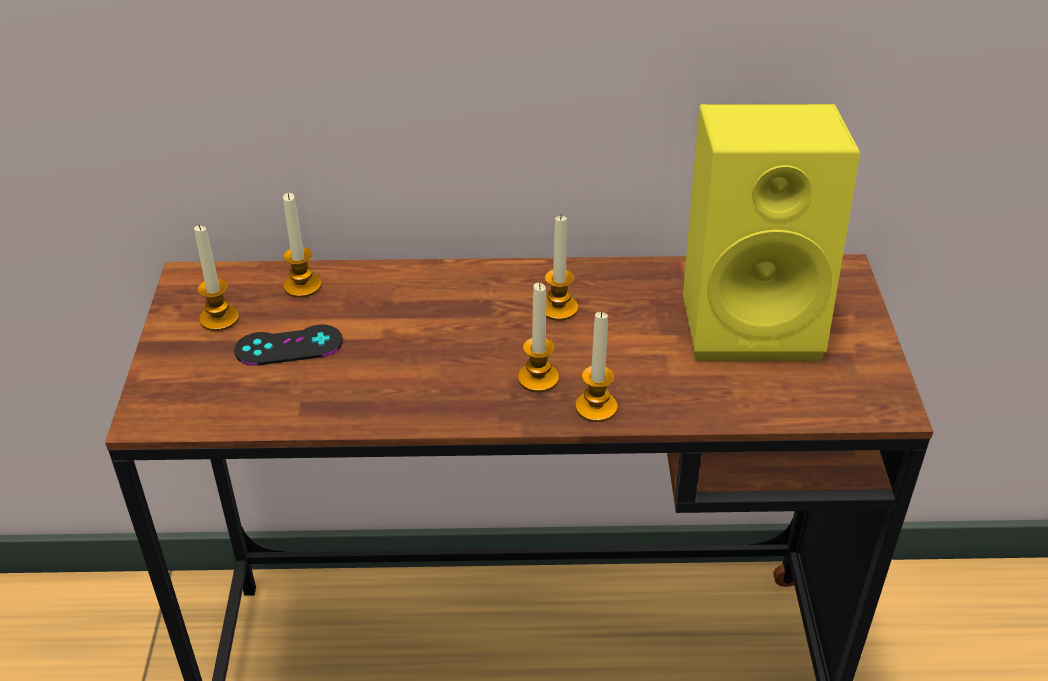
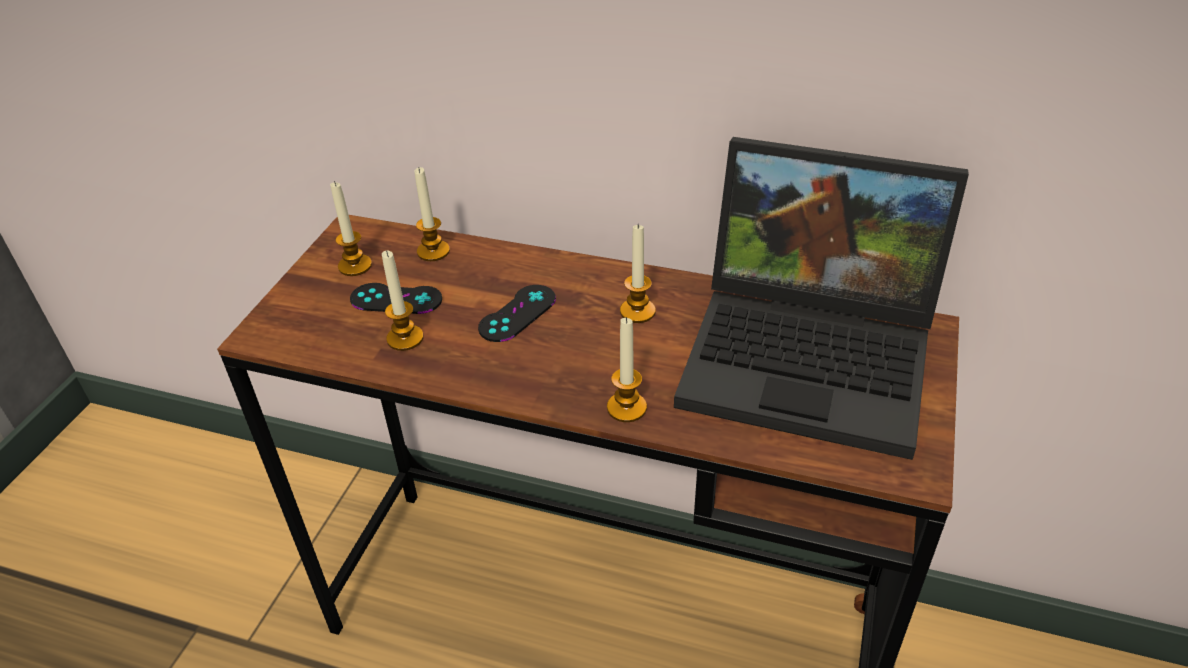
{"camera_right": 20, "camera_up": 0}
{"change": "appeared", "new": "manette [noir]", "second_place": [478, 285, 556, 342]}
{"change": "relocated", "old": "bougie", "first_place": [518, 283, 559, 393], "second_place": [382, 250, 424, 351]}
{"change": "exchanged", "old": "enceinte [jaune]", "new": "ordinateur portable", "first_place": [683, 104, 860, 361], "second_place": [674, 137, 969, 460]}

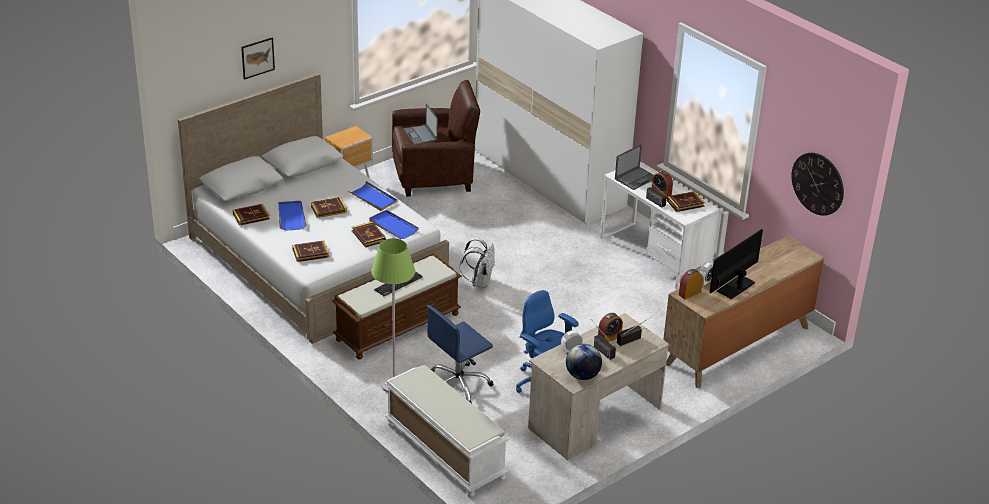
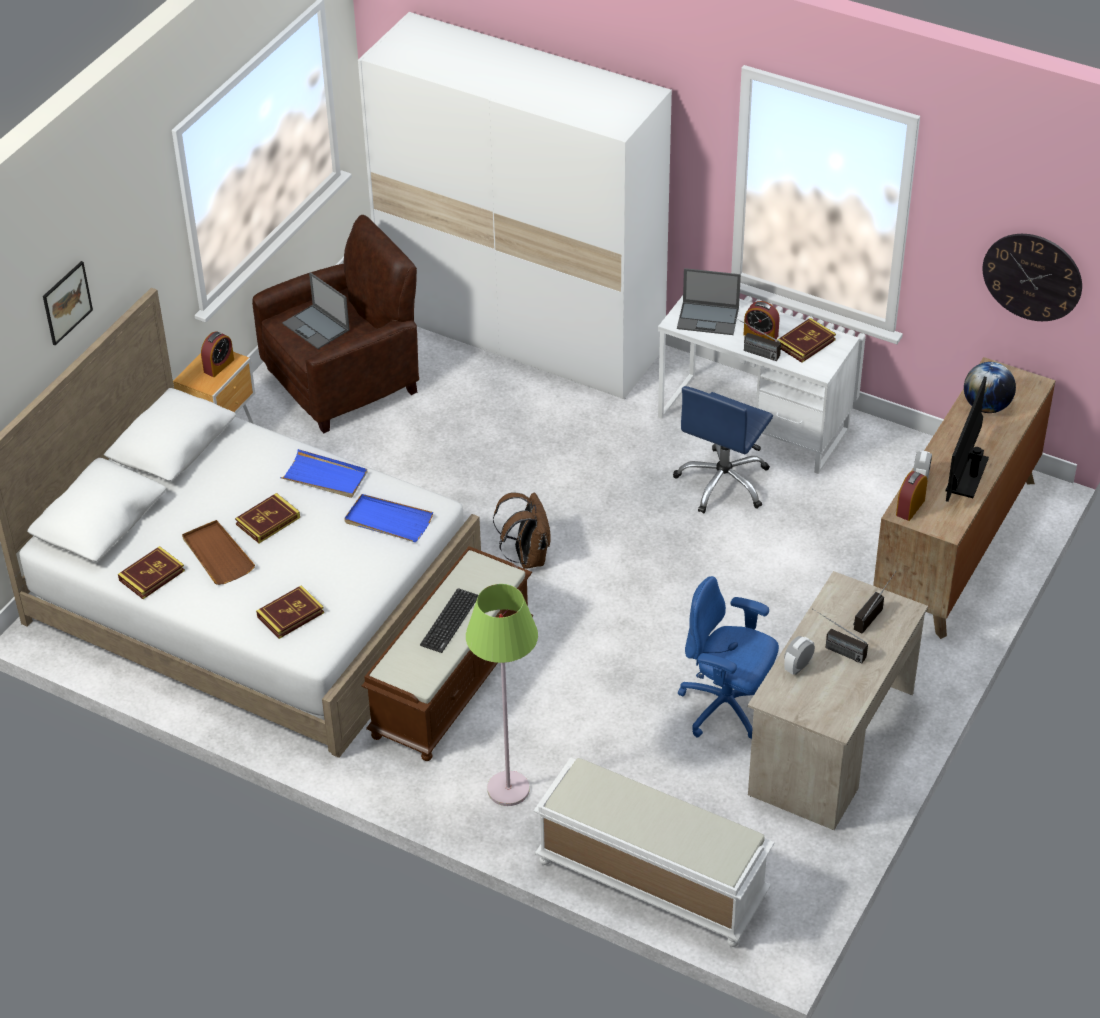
{"camera_right": -20, "camera_up": 10}
{"change": "missing", "old": "livre", "first_place": [352, 222, 386, 248]}
{"change": "relocated", "old": "chaise de bureau [bleu]", "first_place": [427, 305, 493, 403], "second_place": [673, 386, 773, 514]}
{"change": "relocated", "old": "globe", "first_place": [566, 344, 602, 380], "second_place": [964, 362, 1016, 413]}
{"change": "relocated", "old": "réveil", "first_place": [598, 313, 623, 342], "second_place": [201, 332, 234, 377]}
{"change": "colour", "old": "plateau [bleu]", "new": "plateau [marron]", "first_place": [279, 201, 307, 230], "second_place": [182, 520, 255, 585]}
{"change": "colour", "old": "sac à dos [blanc]", "new": "sac à dos [marron]", "first_place": [460, 238, 495, 288], "second_place": [493, 493, 551, 569]}
{"change": "spun", "old": "ordinateur portable", "first_place": [615, 145, 654, 190], "second_place": [677, 268, 741, 335], "degrees": 75}

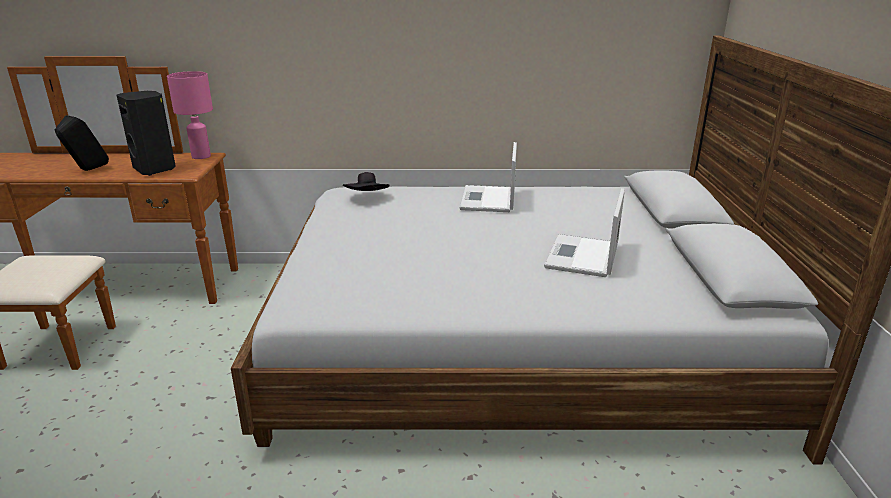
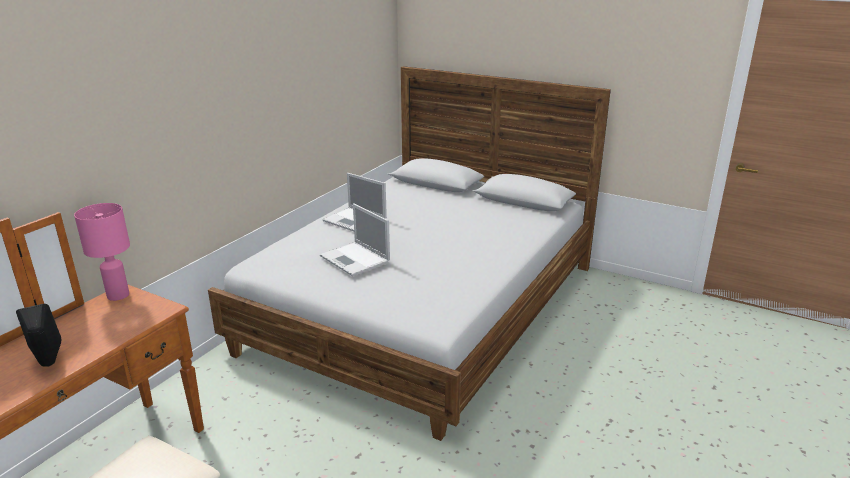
{"camera_right": -60, "camera_up": 0}
{"change": "missing", "old": "enceinte [noir]", "first_place": [117, 91, 176, 176]}
{"change": "missing", "old": "chapeau [noir]", "first_place": [343, 172, 390, 191]}
{"change": "relocated", "old": "ordinateur portable", "first_place": [544, 188, 625, 277], "second_place": [320, 204, 390, 276]}

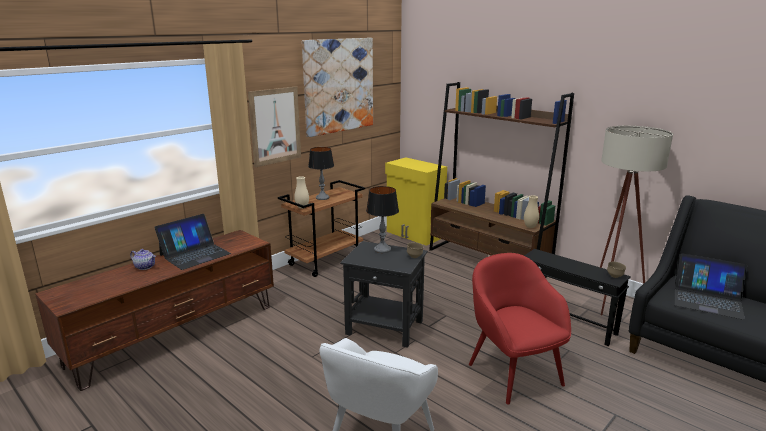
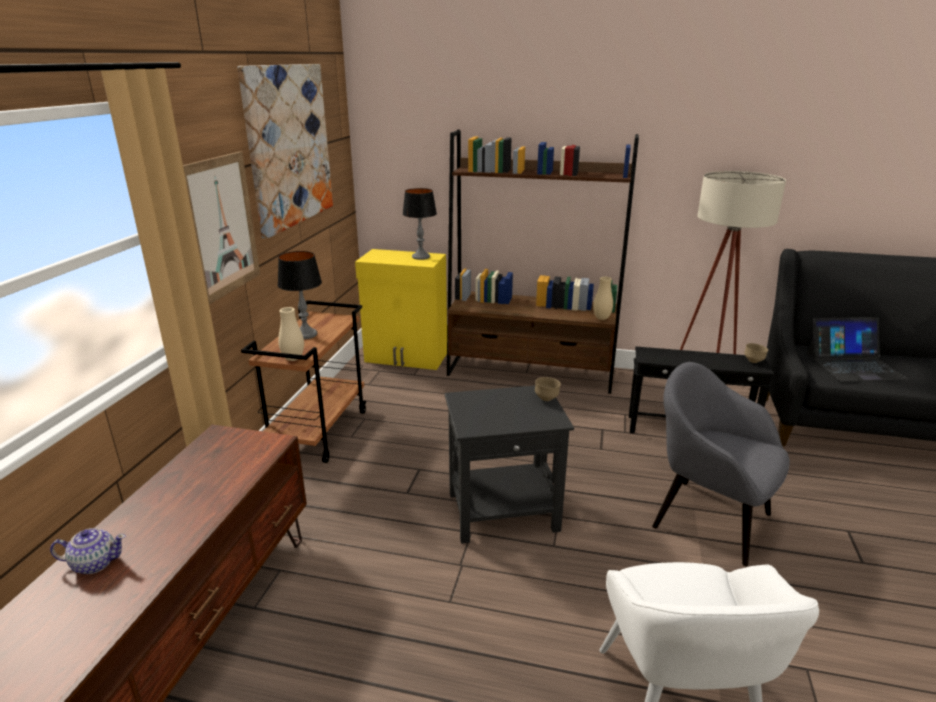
{"camera_right": -30, "camera_up": 5}
{"change": "missing", "old": "ordinateur portable", "first_place": [154, 214, 231, 270]}
{"change": "relocated", "old": "lampe de table", "first_place": [366, 186, 399, 253], "second_place": [402, 188, 437, 260]}
{"change": "colour", "old": "fauteuil [rouge]", "new": "fauteuil [gris]", "first_place": [469, 253, 571, 405], "second_place": [652, 362, 790, 566]}

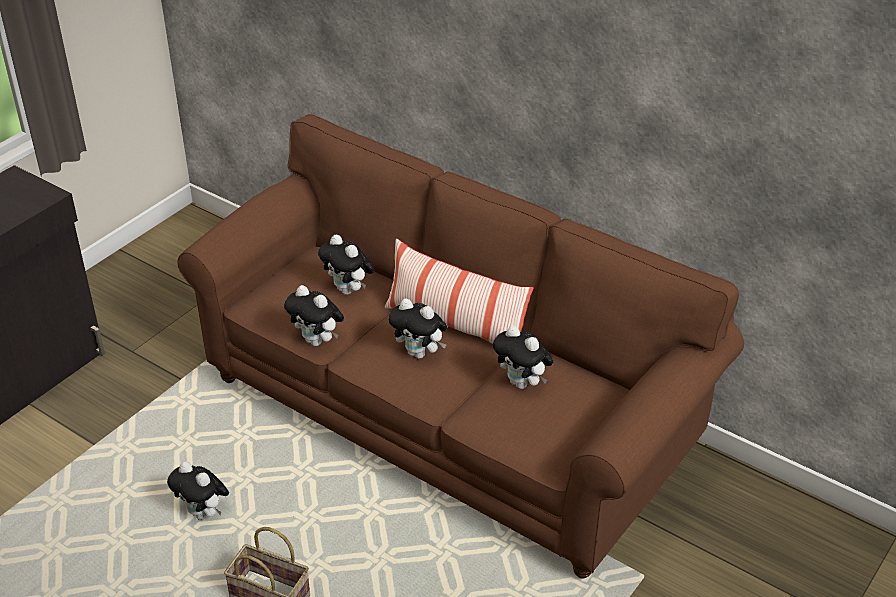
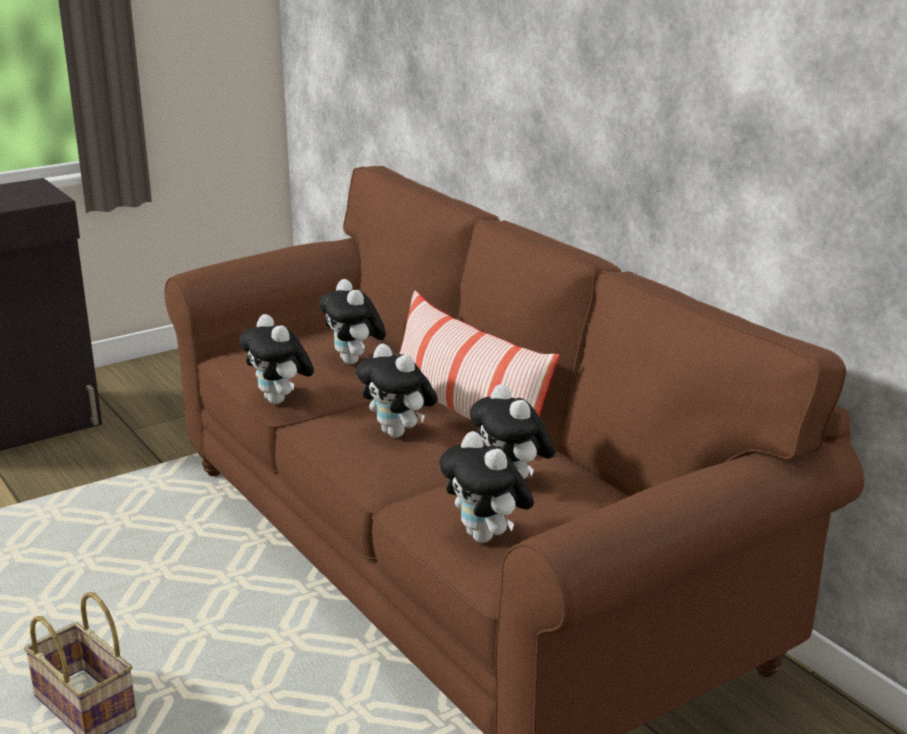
{"camera_right": 20, "camera_up": -15}
{"change": "relocated", "old": "peluche", "first_place": [167, 461, 229, 520], "second_place": [439, 431, 534, 543]}

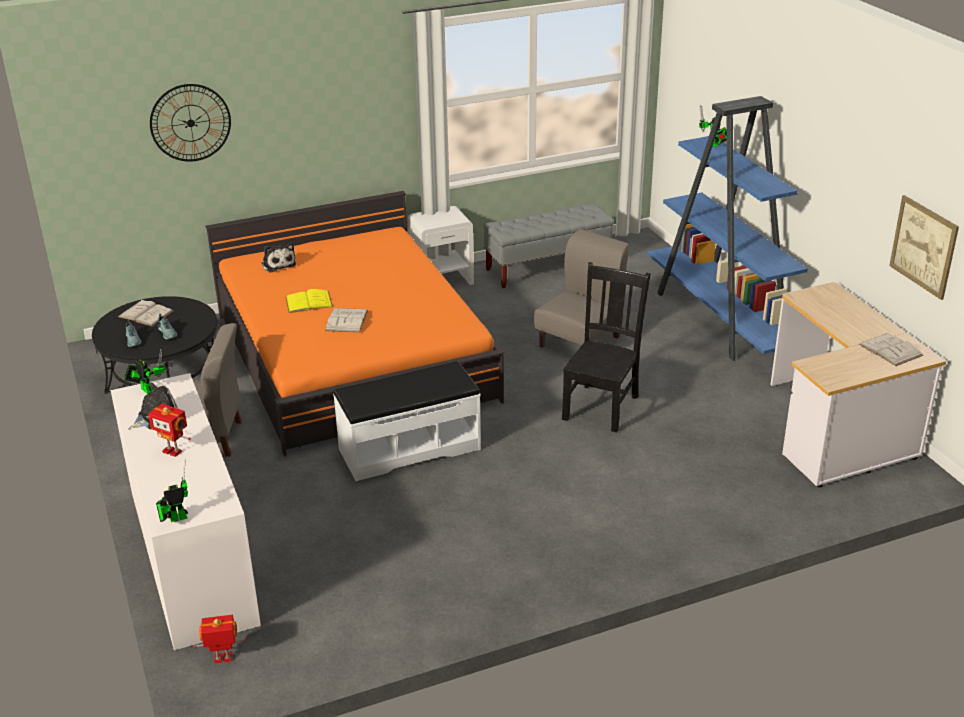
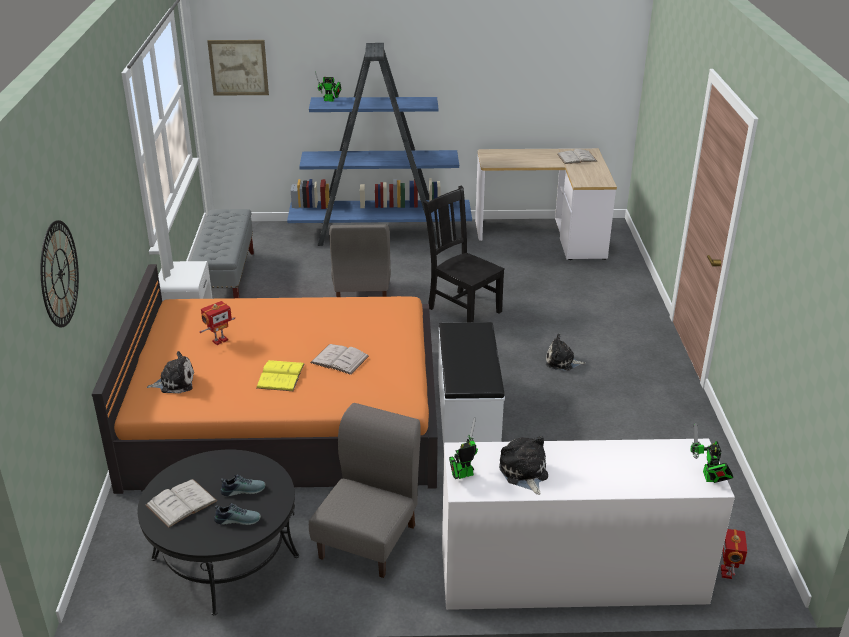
{"camera_right": -70, "camera_up": 0}
{"change": "appeared", "new": "peluche", "second_place": [546, 333, 586, 370]}
{"change": "relocated", "old": "robot jouet", "first_place": [148, 404, 191, 457], "second_place": [199, 301, 235, 345]}
{"change": "relocated", "old": "tableau", "first_place": [889, 195, 959, 300], "second_place": [207, 40, 269, 95]}
{"change": "spun", "old": "chaise [gris]", "first_place": [534, 229, 629, 348], "second_place": [329, 224, 391, 297], "degrees": -150}

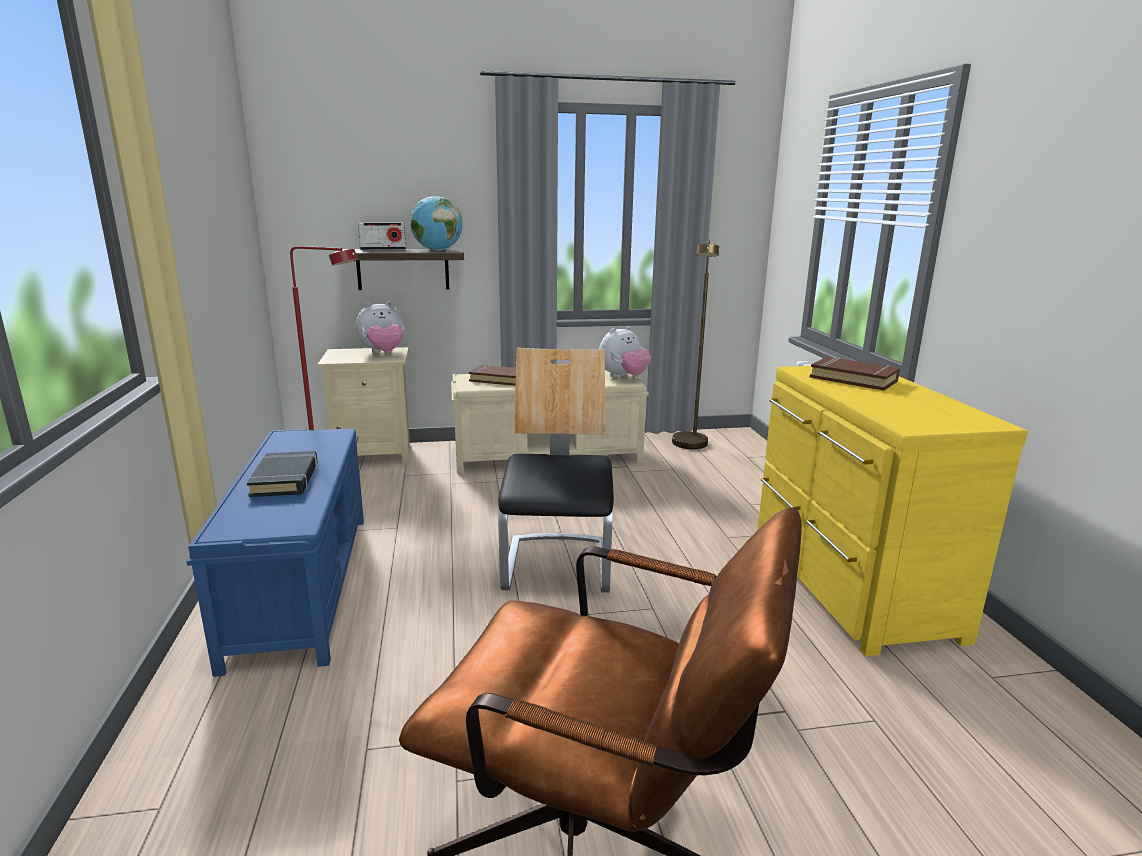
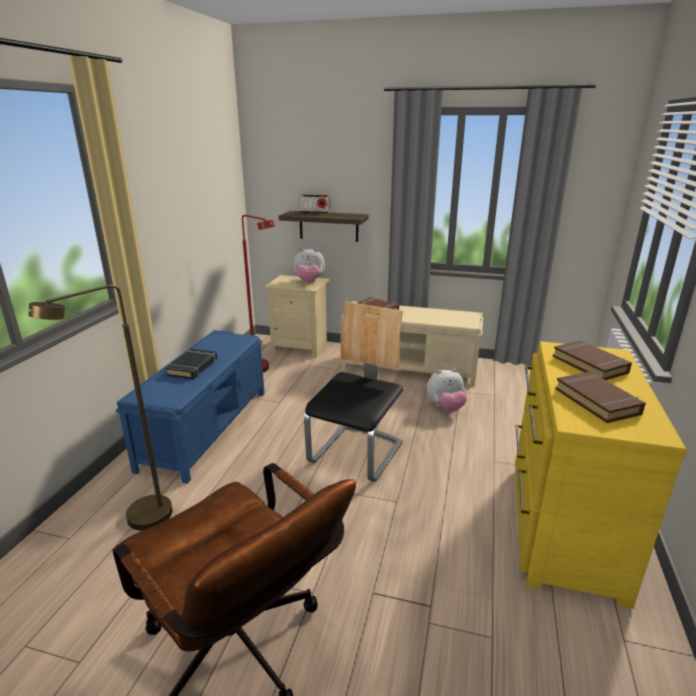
{"camera_right": 25, "camera_up": 5}
{"change": "missing", "old": "globe", "first_place": [410, 196, 463, 251]}
{"change": "appeared", "new": "livre [marron]", "second_place": [555, 372, 646, 423]}
{"change": "relocated", "old": "peluche", "first_place": [599, 326, 651, 378], "second_place": [426, 369, 467, 412]}
{"change": "relocated", "old": "lampadaire [marron]", "first_place": [672, 240, 719, 449], "second_place": [29, 285, 173, 530]}

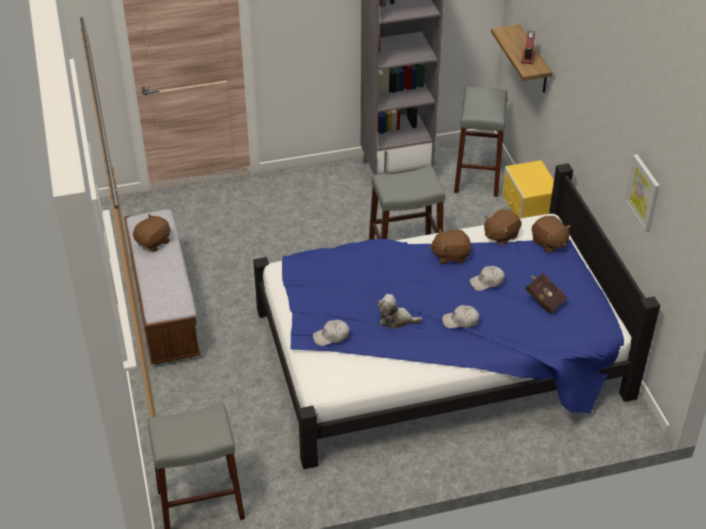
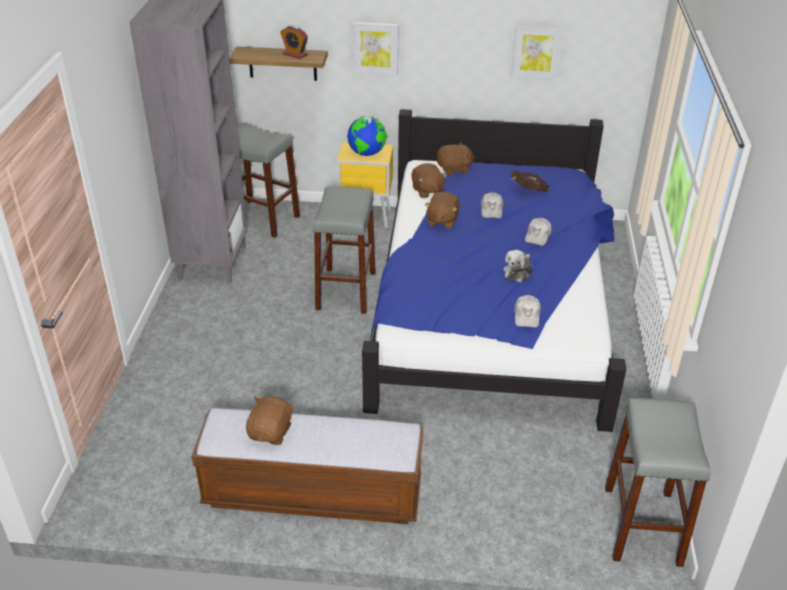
{"camera_right": -70, "camera_up": -5}
{"change": "appeared", "new": "globe", "second_place": [347, 116, 386, 156]}
{"change": "appeared", "new": "tableau", "second_place": [353, 22, 399, 75]}
{"change": "spun", "old": "peluche [marron]", "first_place": [133, 214, 171, 252], "second_place": [246, 396, 294, 445], "degrees": 45}

